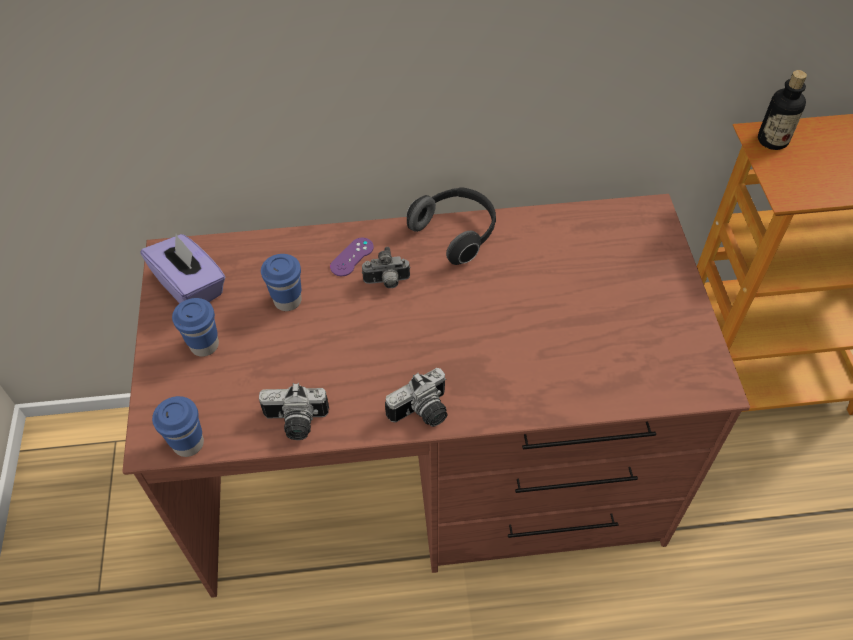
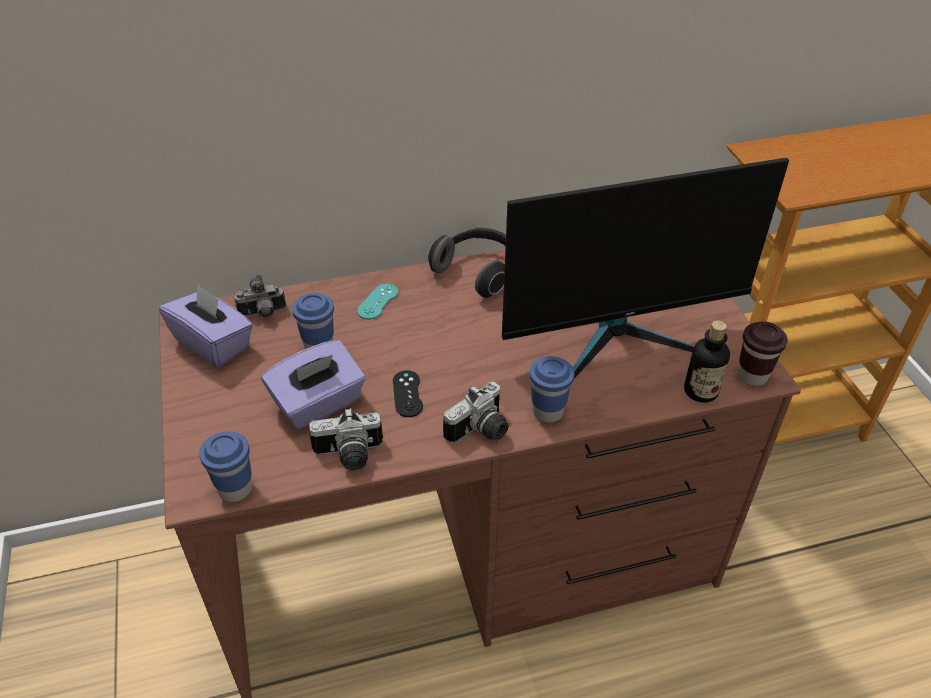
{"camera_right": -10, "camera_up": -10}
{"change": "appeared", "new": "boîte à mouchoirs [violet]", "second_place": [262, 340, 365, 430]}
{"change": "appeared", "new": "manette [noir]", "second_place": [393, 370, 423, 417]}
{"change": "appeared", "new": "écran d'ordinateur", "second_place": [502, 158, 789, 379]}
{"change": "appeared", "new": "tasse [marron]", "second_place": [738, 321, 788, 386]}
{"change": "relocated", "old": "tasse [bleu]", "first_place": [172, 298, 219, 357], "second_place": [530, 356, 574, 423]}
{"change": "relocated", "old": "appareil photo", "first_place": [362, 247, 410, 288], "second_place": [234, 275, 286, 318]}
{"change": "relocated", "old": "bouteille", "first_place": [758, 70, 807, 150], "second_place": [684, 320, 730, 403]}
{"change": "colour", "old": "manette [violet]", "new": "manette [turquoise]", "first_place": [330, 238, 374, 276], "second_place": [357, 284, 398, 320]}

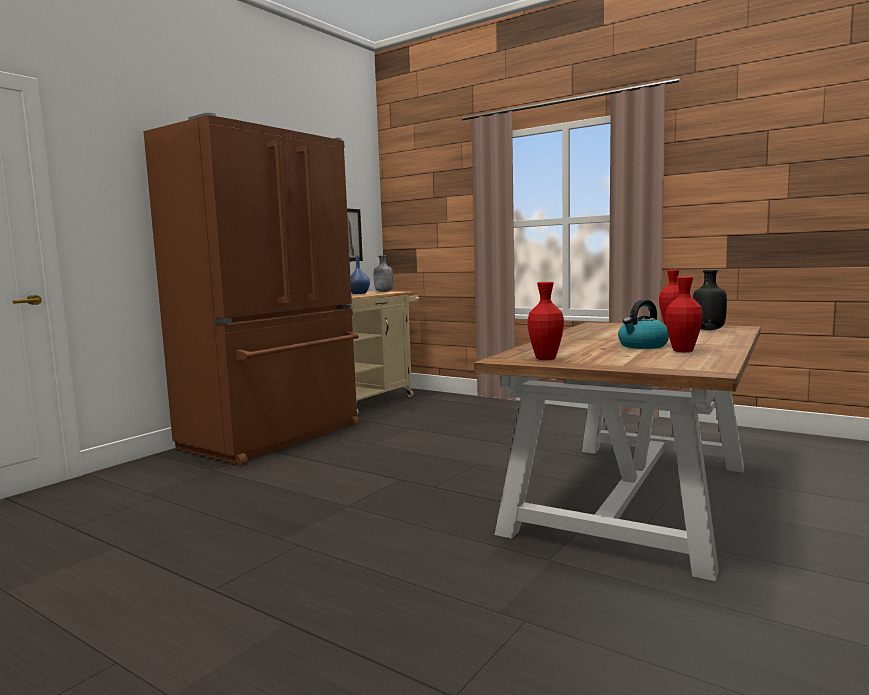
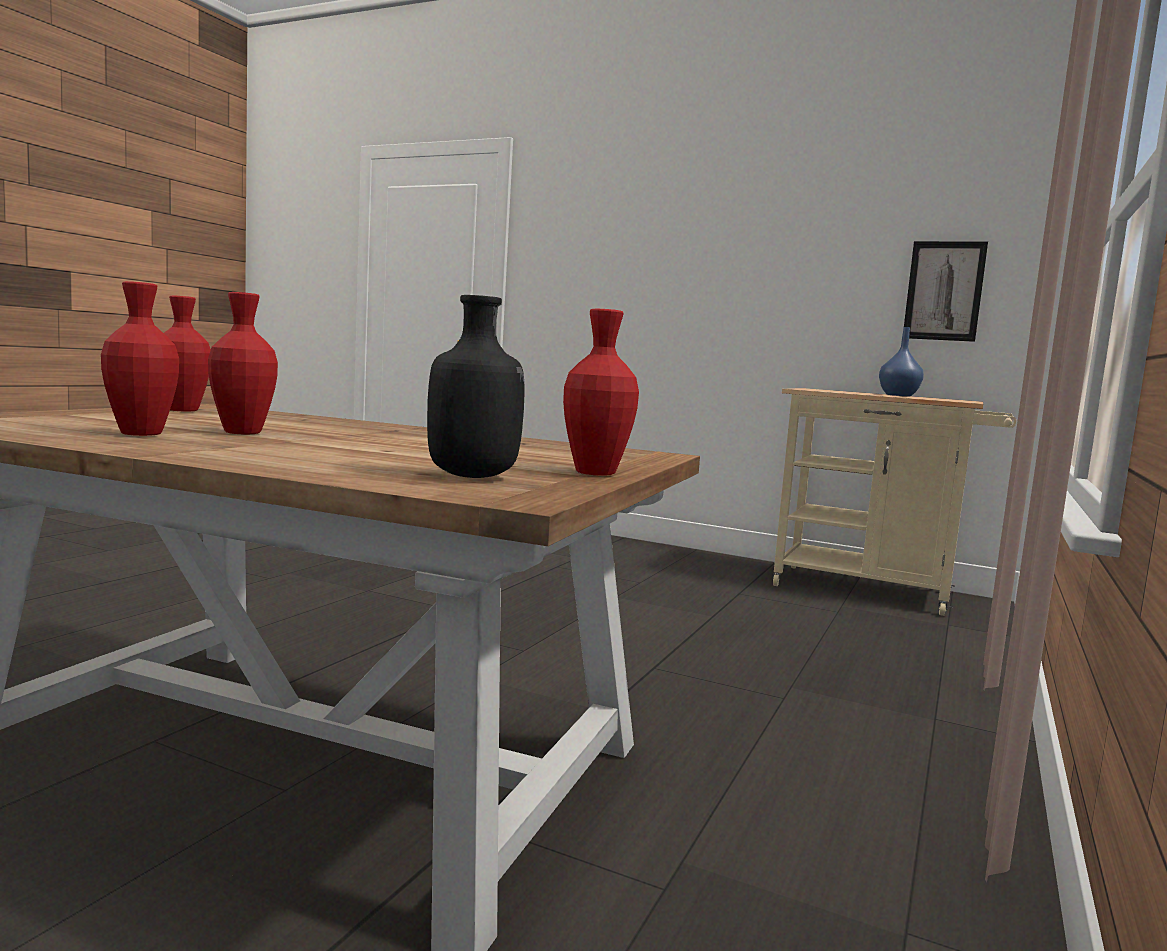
{"camera_right": 80, "camera_up": 0}
{"change": "missing", "old": "réfrigérateur [marron]", "first_place": [143, 113, 360, 465]}
{"change": "missing", "old": "bouteille [gris]", "first_place": [374, 255, 393, 292]}
{"change": "exchanged", "old": "bouilloire", "new": "vase [rouge]", "first_place": [618, 300, 669, 349], "second_place": [208, 292, 278, 434]}

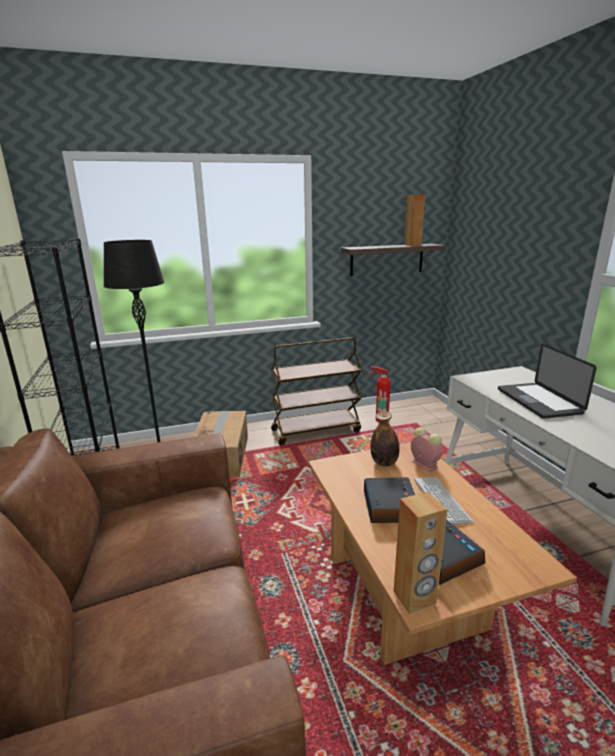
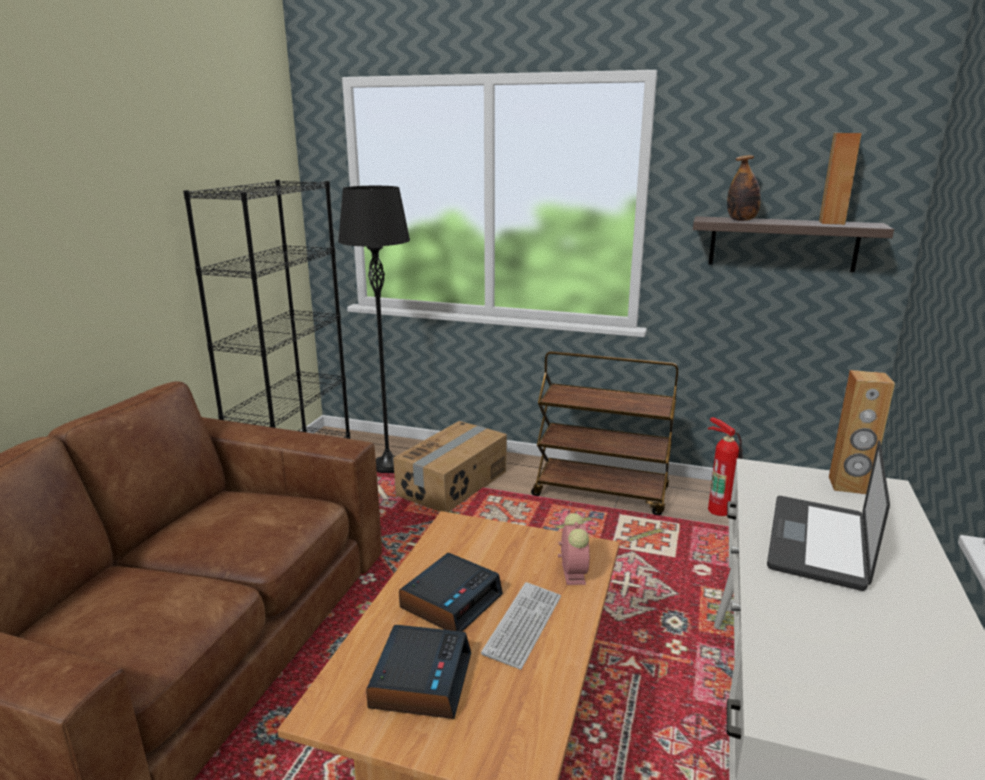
{"camera_right": 35, "camera_up": 0}
{"change": "relocated", "old": "bouteille", "first_place": [370, 411, 400, 467], "second_place": [727, 155, 761, 221]}
{"change": "relocated", "old": "enceinte [marron]", "first_place": [394, 491, 448, 614], "second_place": [829, 370, 895, 494]}

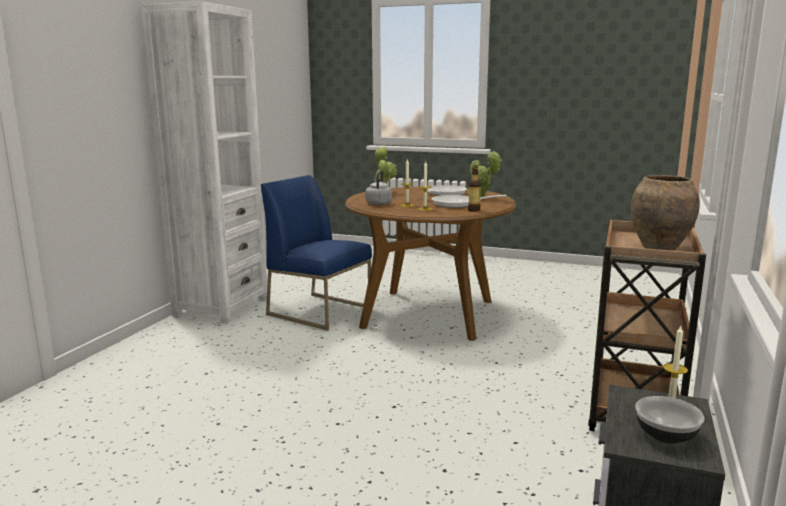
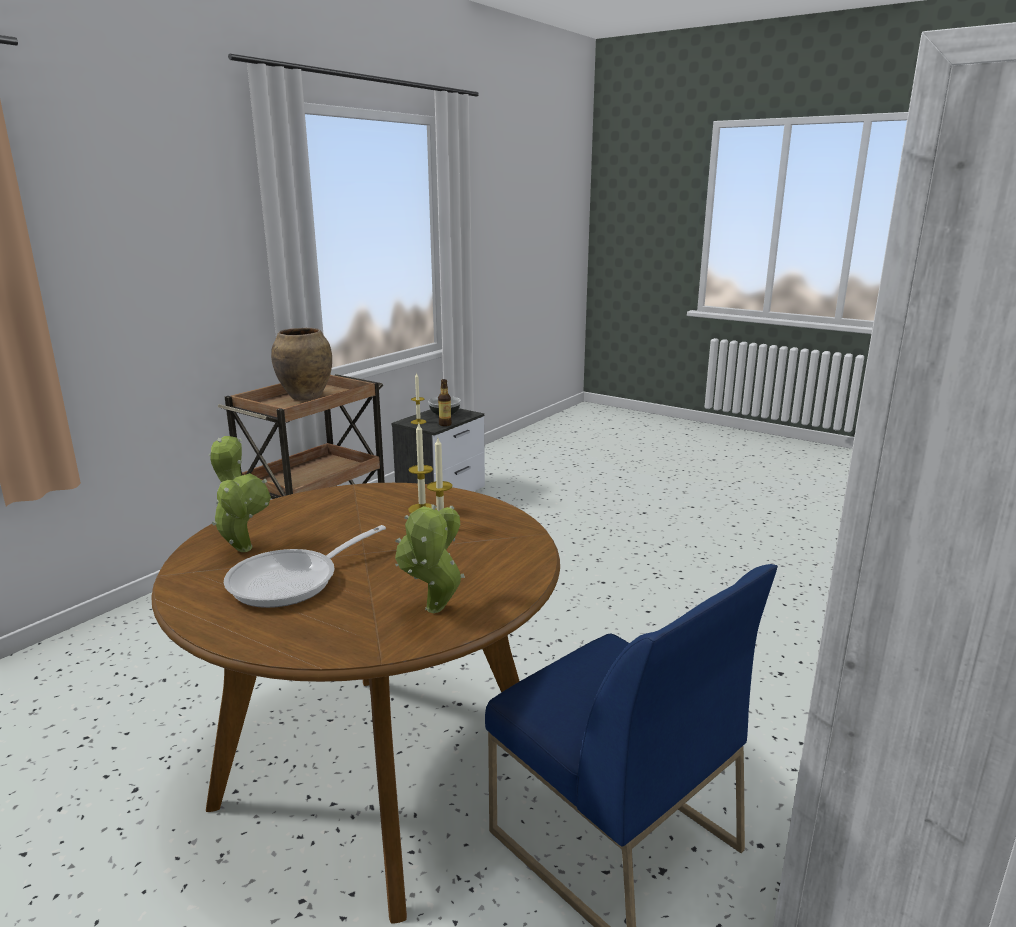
{"camera_right": -165, "camera_up": 5}
{"change": "missing", "old": "bouilloire [gris]", "first_place": [365, 171, 392, 205]}
{"change": "missing", "old": "poêle", "first_place": [432, 195, 507, 208]}
{"change": "relocated", "old": "bouteille", "first_place": [468, 166, 481, 212], "second_place": [438, 379, 452, 426]}

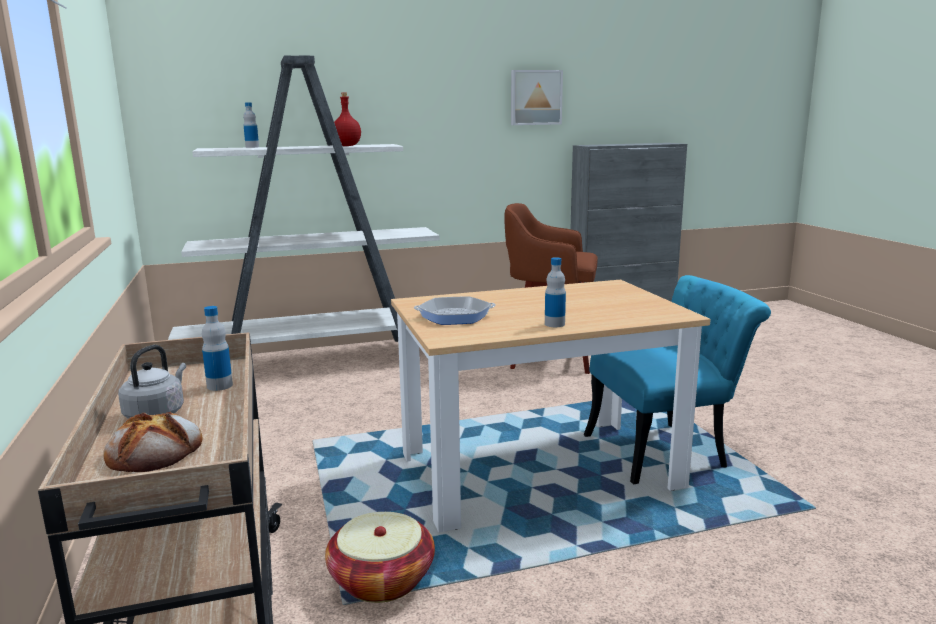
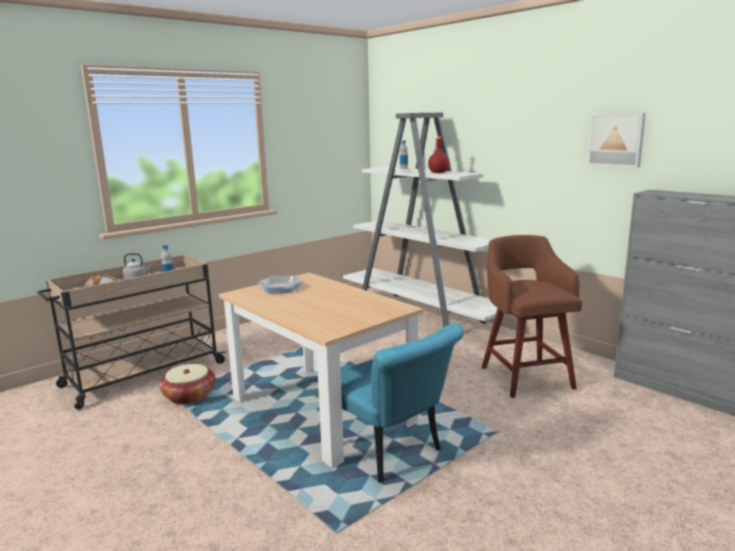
{"camera_right": 65, "camera_up": 0}
{"change": "missing", "old": "bouteille", "first_place": [545, 257, 566, 327]}

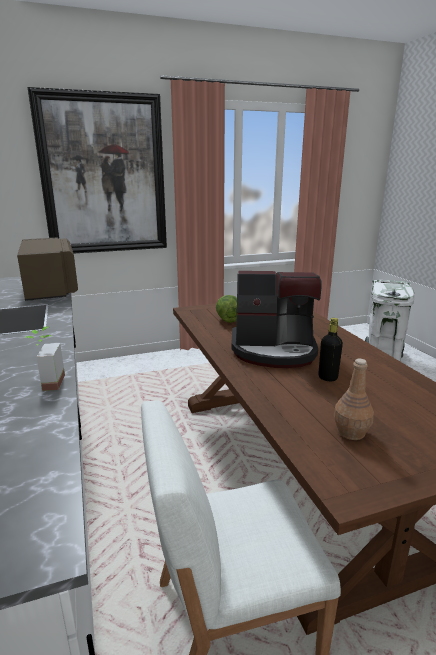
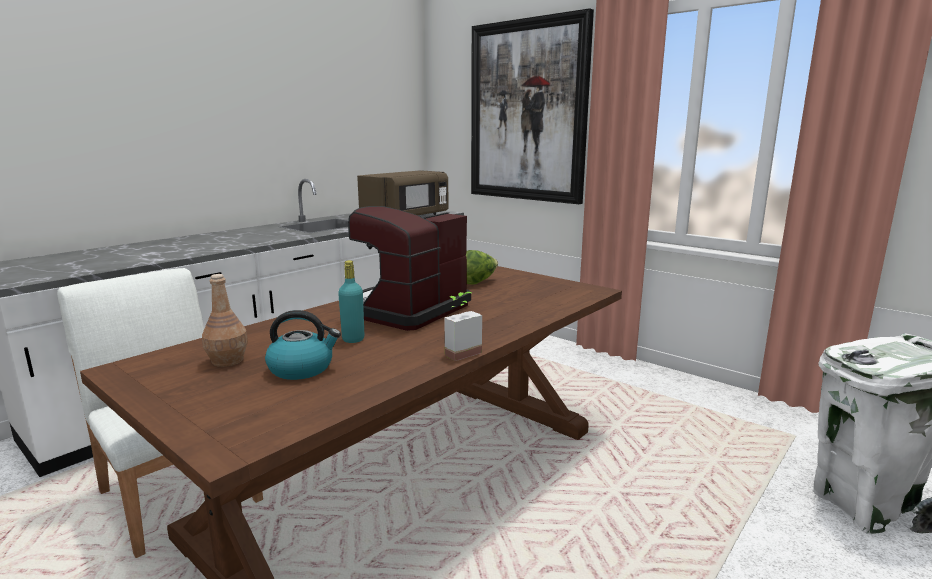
{"camera_right": 60, "camera_up": -5}
{"change": "appeared", "new": "bouilloire", "second_place": [265, 310, 341, 380]}
{"change": "relocated", "old": "plante en pot", "first_place": [24, 326, 65, 391], "second_place": [444, 292, 482, 361]}
{"change": "colour", "old": "bouteille [noir]", "new": "bouteille [turquoise]", "first_place": [318, 318, 343, 381], "second_place": [338, 260, 364, 343]}
{"change": "spun", "old": "machine à café", "first_place": [231, 271, 322, 368], "second_place": [348, 206, 471, 331], "degrees": 60}

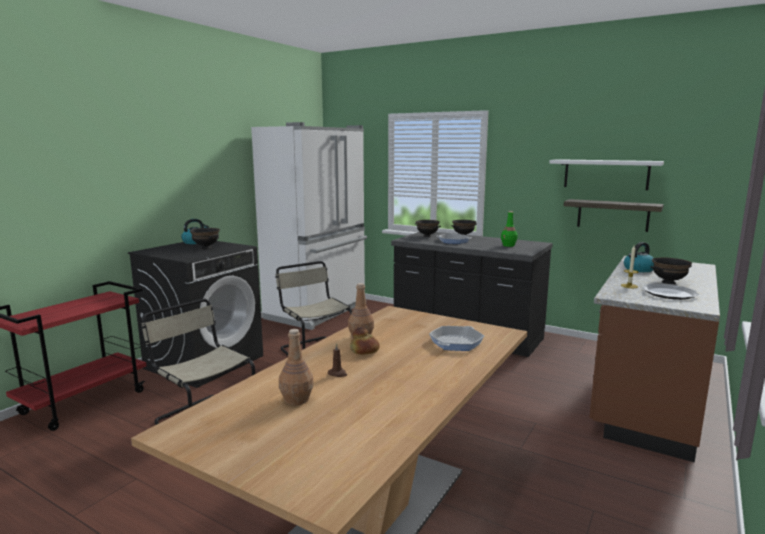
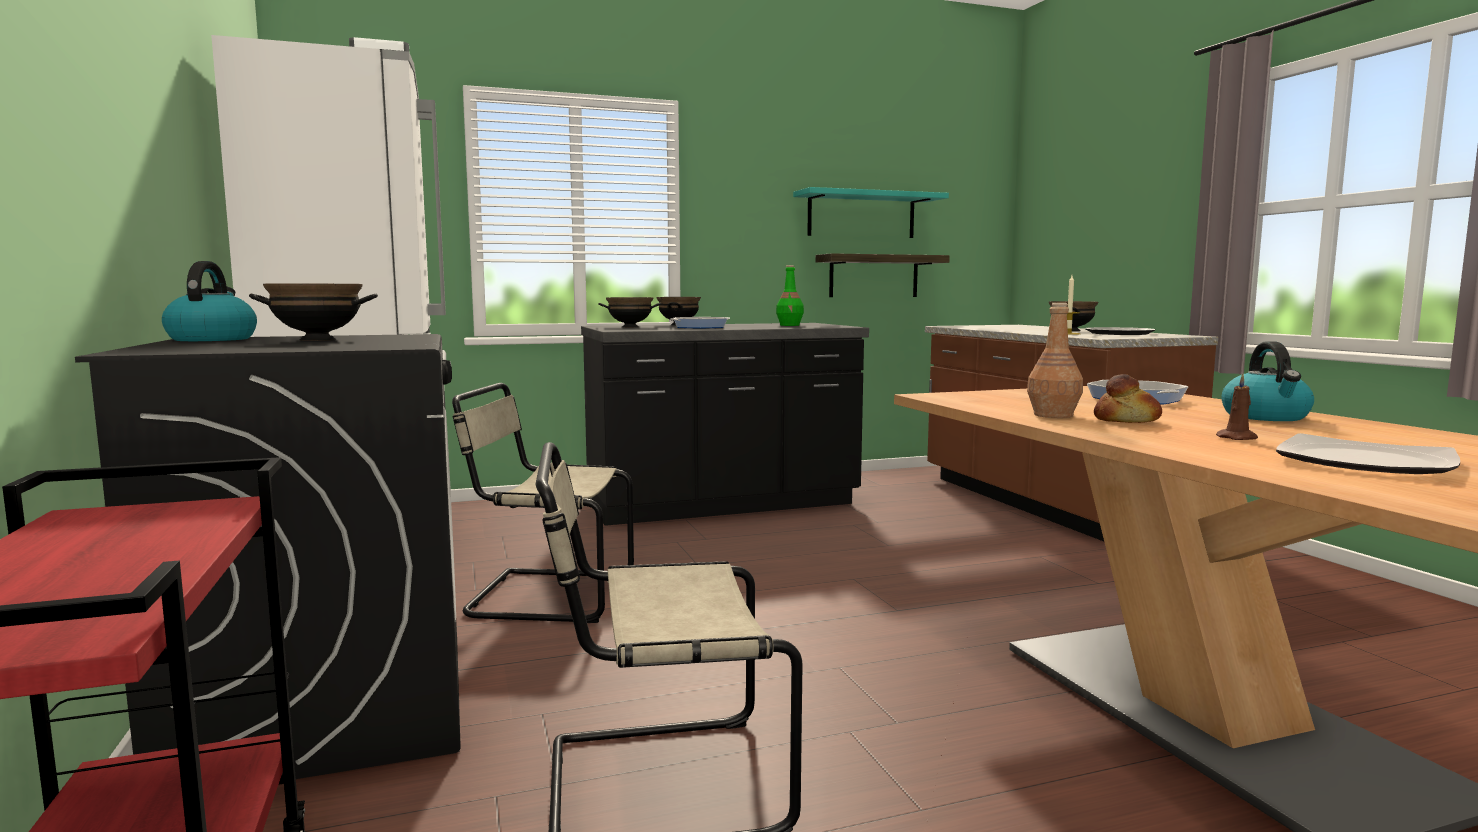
{"camera_right": -50, "camera_up": -5}
{"change": "relocated", "old": "bouilloire", "first_place": [624, 242, 654, 272], "second_place": [1222, 341, 1314, 421]}
{"change": "exchanged", "old": "bouteille [marron]", "new": "assiette", "first_place": [279, 329, 314, 405], "second_place": [1276, 433, 1460, 474]}
{"change": "colour", "old": "étagère [blanc]", "new": "étagère [turquoise]", "first_place": [549, 159, 664, 190], "second_place": [793, 187, 949, 238]}

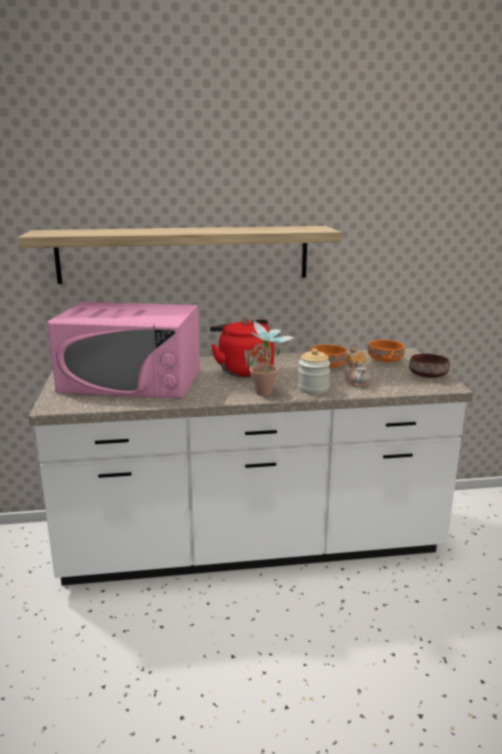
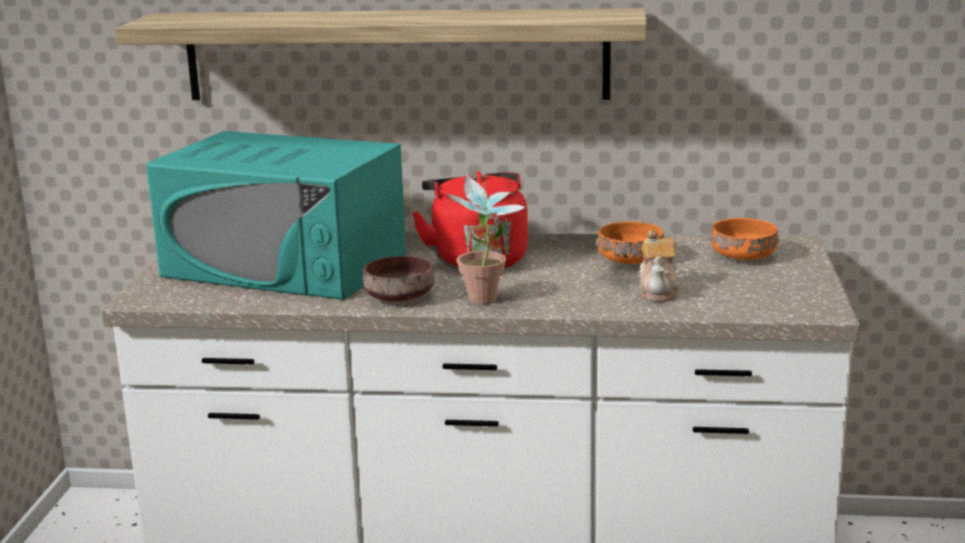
{"camera_right": 15, "camera_up": 0}
{"change": "missing", "old": "bocal", "first_place": [298, 349, 330, 394]}
{"change": "relocated", "old": "bol [marron]", "first_place": [409, 354, 450, 378], "second_place": [363, 256, 434, 302]}
{"change": "colour", "old": "micro-ondes [rose]", "new": "micro-ondes [turquoise]", "first_place": [47, 302, 200, 399], "second_place": [146, 131, 406, 300]}

